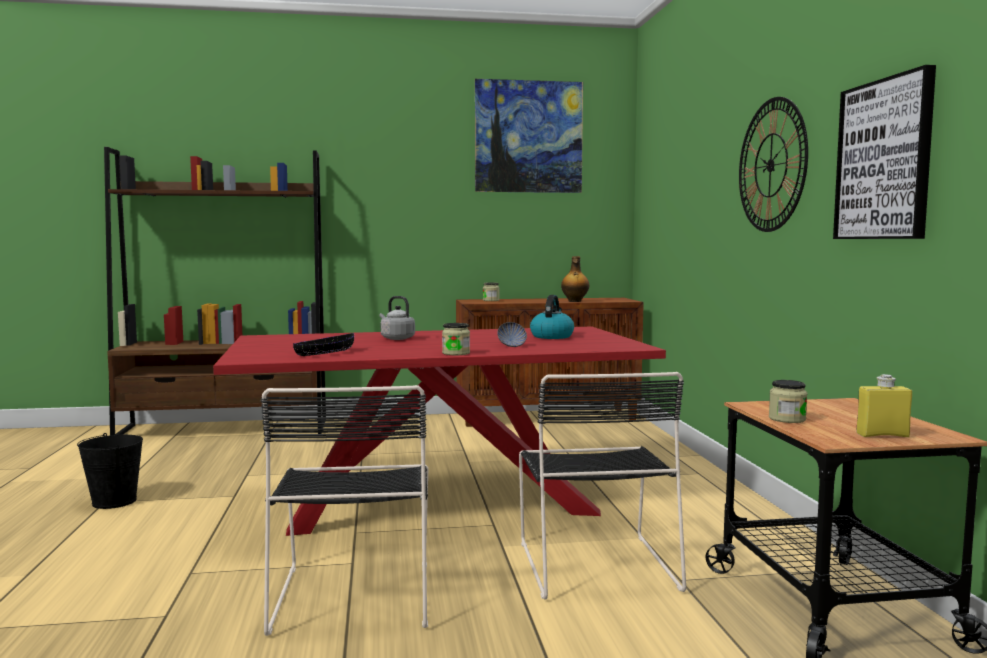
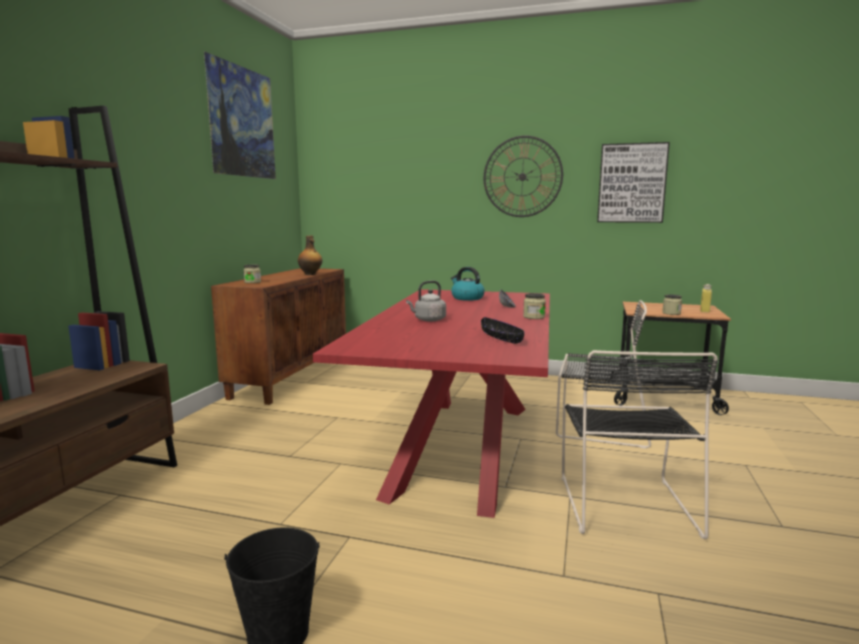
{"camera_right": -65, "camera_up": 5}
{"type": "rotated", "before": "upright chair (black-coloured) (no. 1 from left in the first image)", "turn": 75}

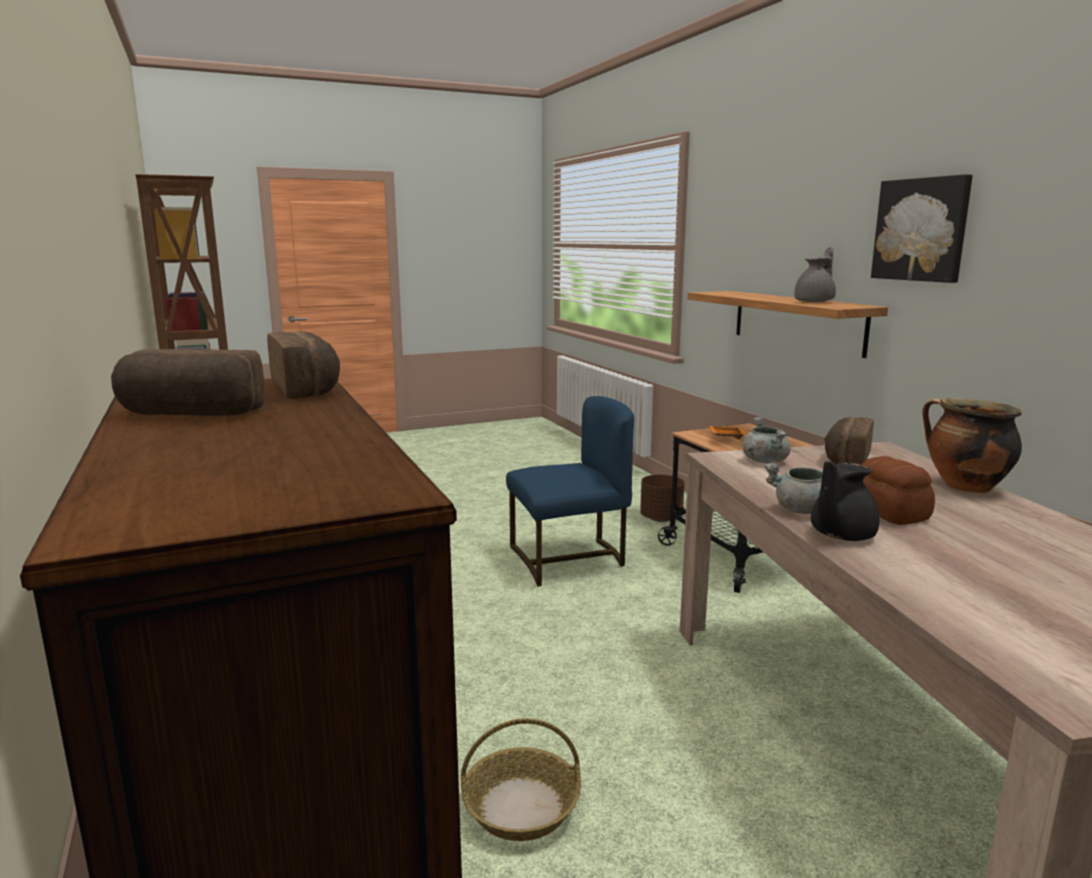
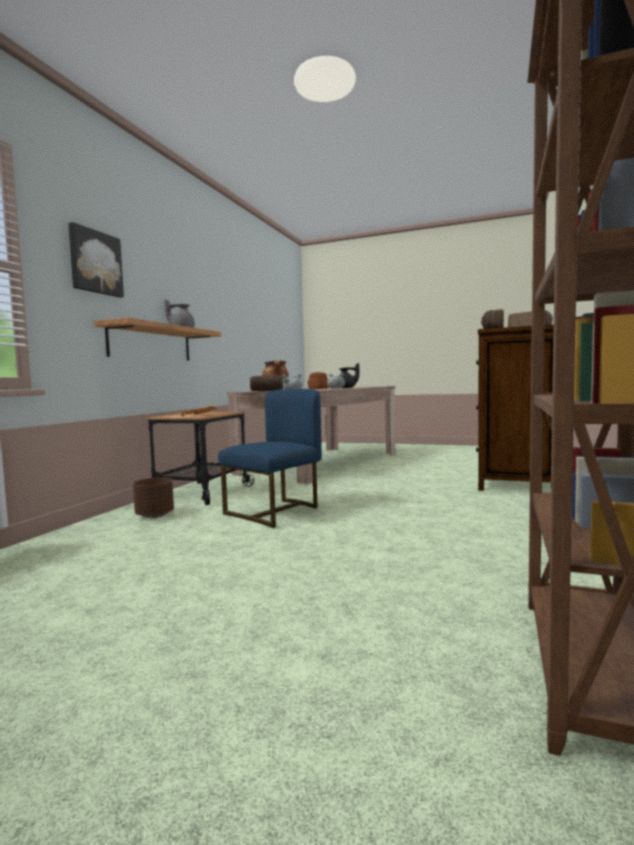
{"camera_right": -135, "camera_up": -10}
{"type": "shifted", "before": "wall art"}
{"type": "rotated", "before": "upright chair (bluish)", "turn": 105}
{"type": "gone", "before": "household basket"}

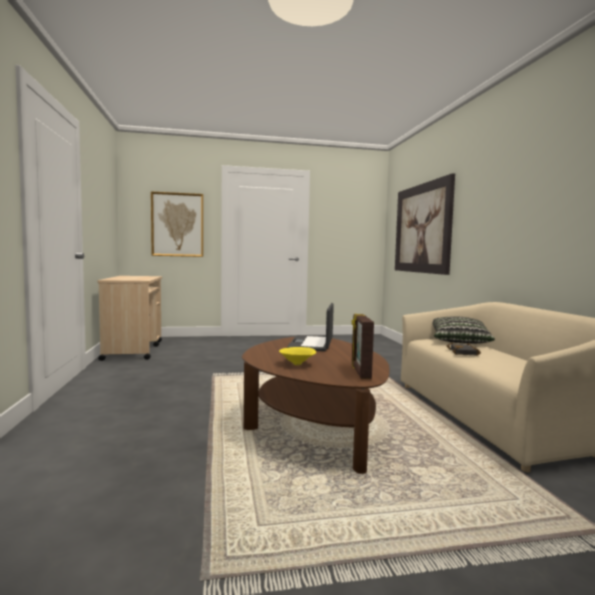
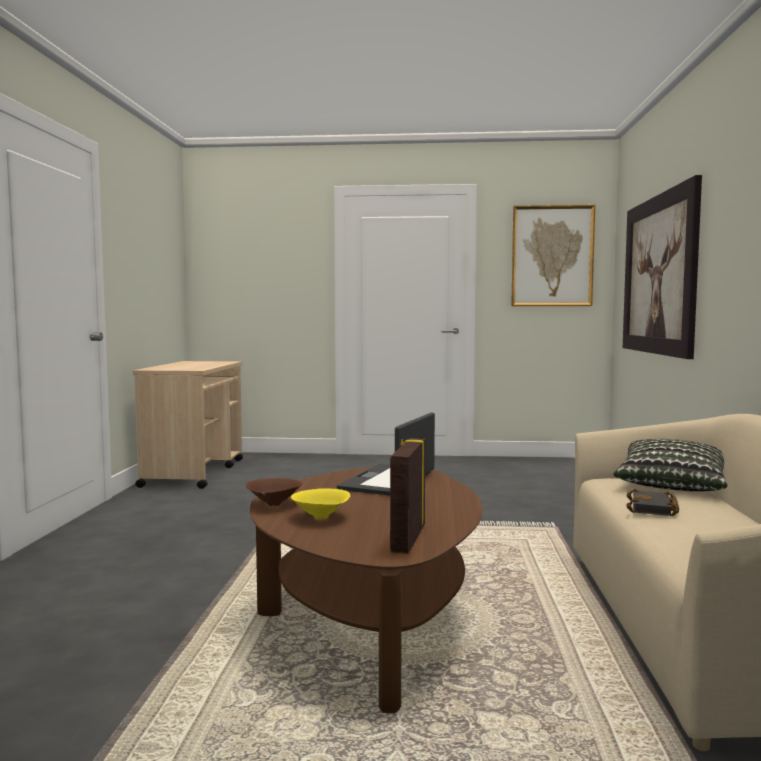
{"camera_right": 15, "camera_up": 0}
{"type": "shifted", "before": "wall art (no. 1 from left)"}
{"type": "new", "after": "deep dish (brownish)"}

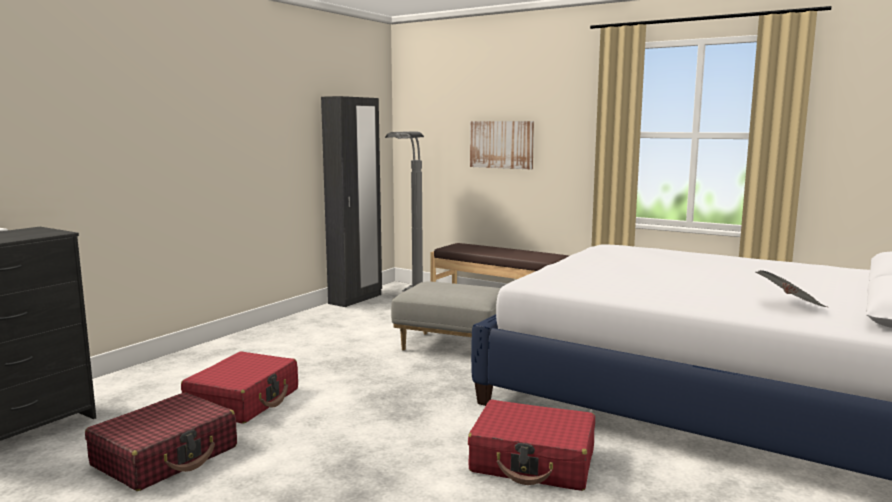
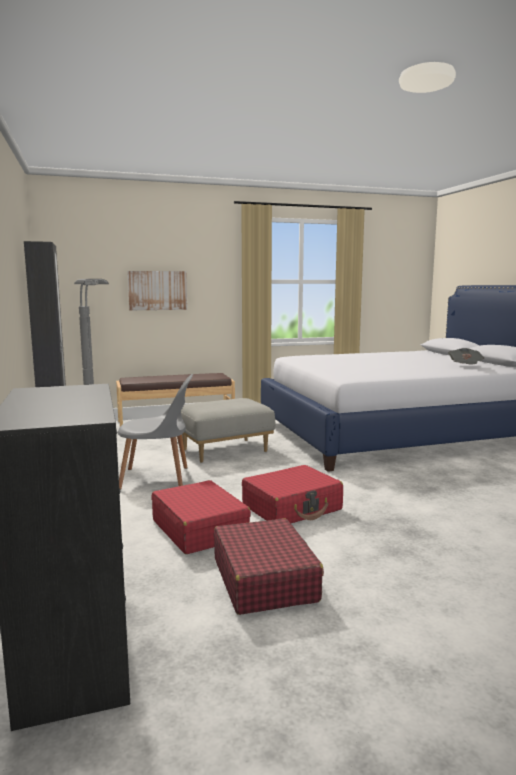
{"camera_right": -50, "camera_up": 0}
{"type": "shifted", "before": "travel case (red-coloured) (no. 3 from left)"}
{"type": "new", "after": "upright chair (gray)"}

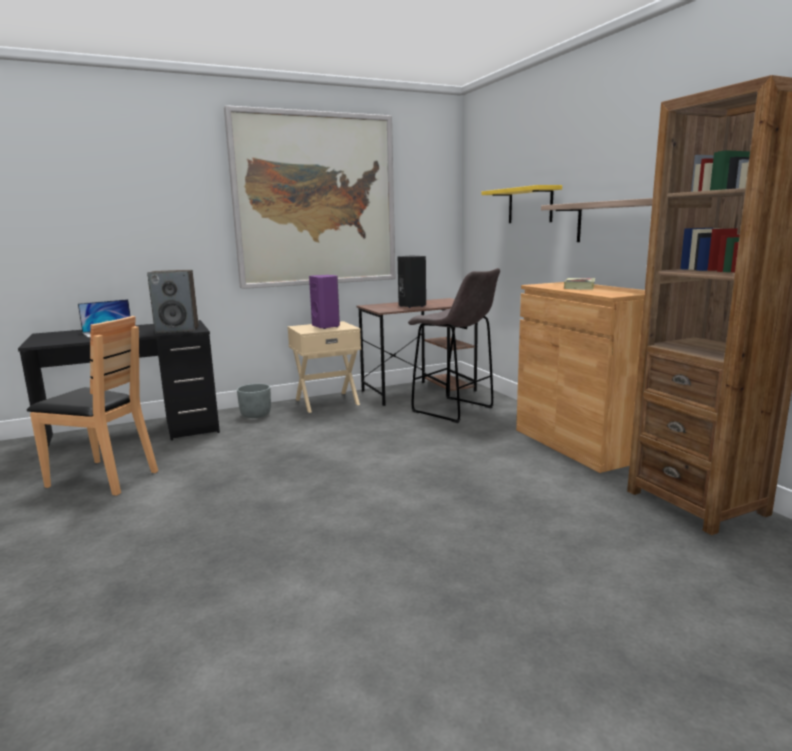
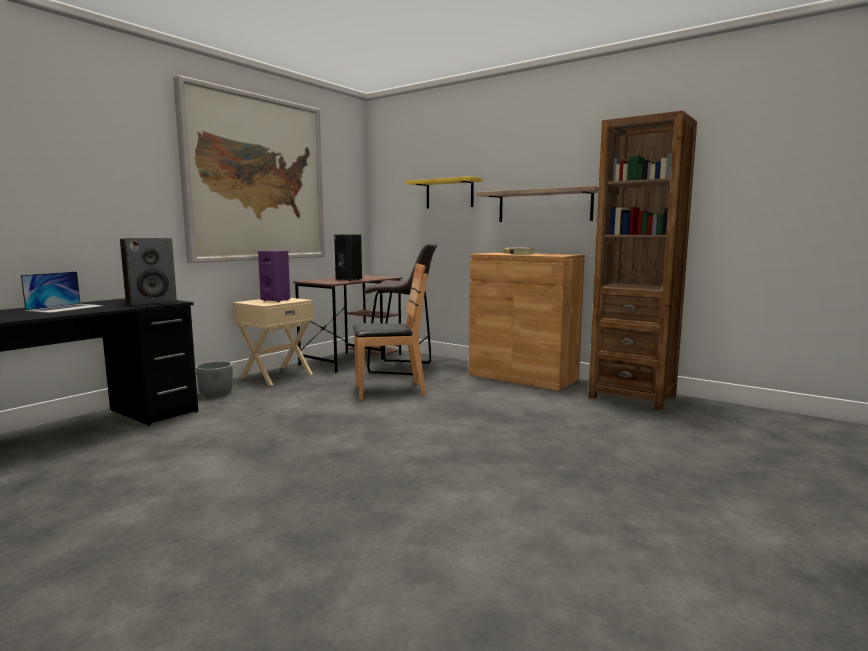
{"camera_right": -30, "camera_up": -5}
{"type": "shifted", "before": "upright chair (brownish)"}

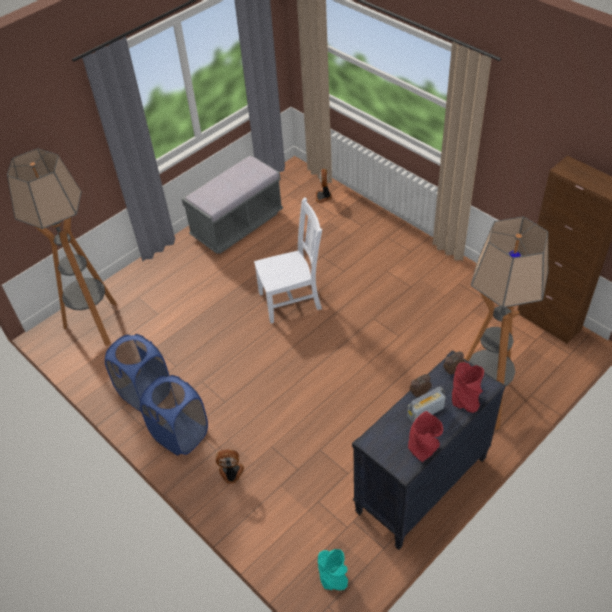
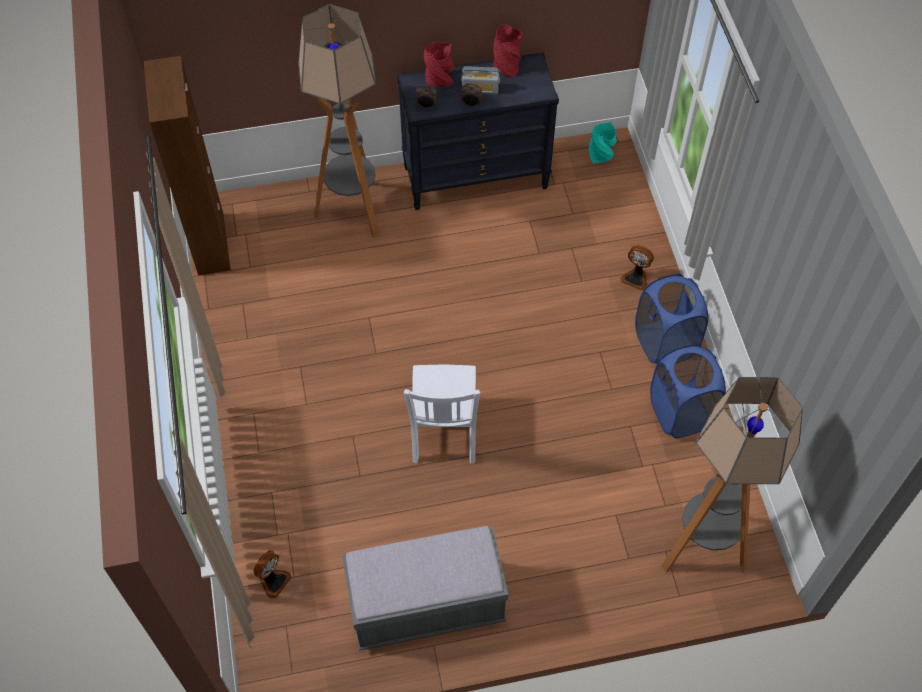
{"camera_right": -150, "camera_up": 10}
{"type": "rotated", "before": "upright chair (white-coloured)", "turn": -105}

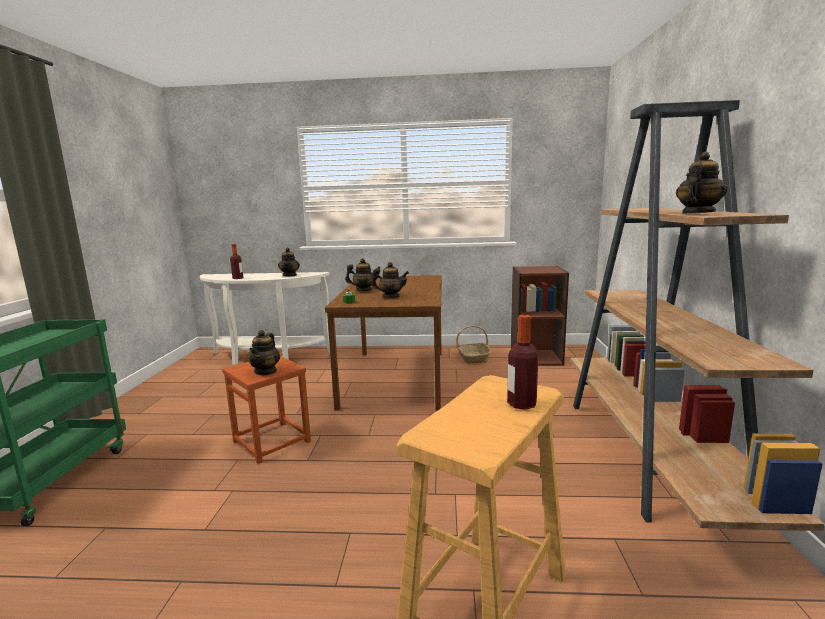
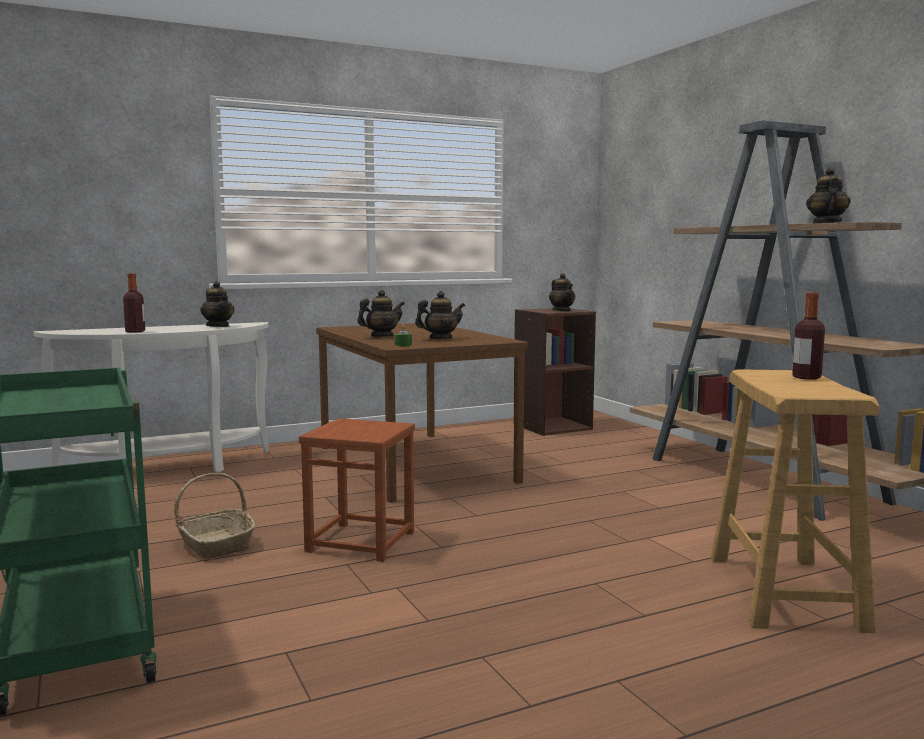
{"camera_right": -30, "camera_up": -5}
{"type": "shifted", "before": "household basket"}
{"type": "shifted", "before": "tea pot (no. 1 from left in the first image)", "after": "tea pot (no. 4 from left)"}

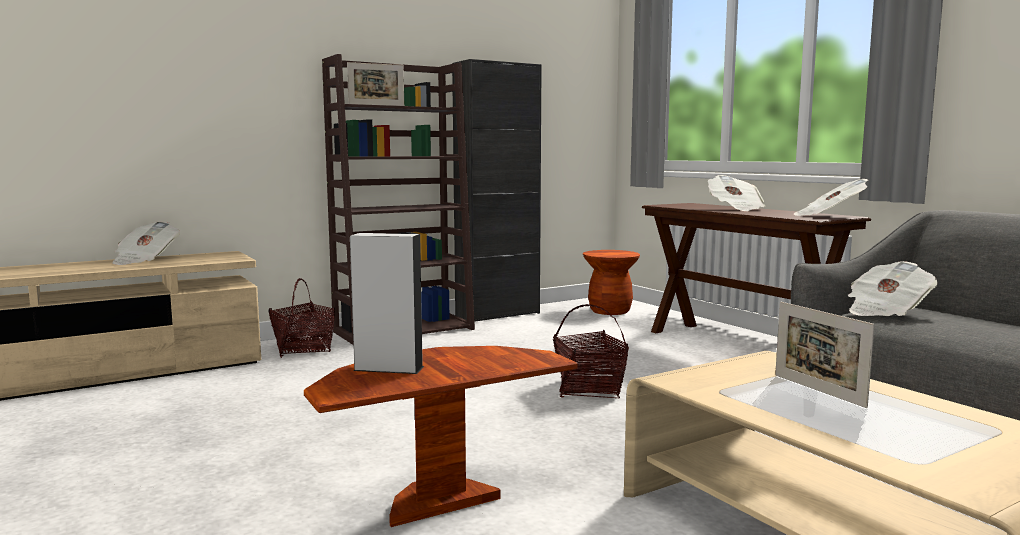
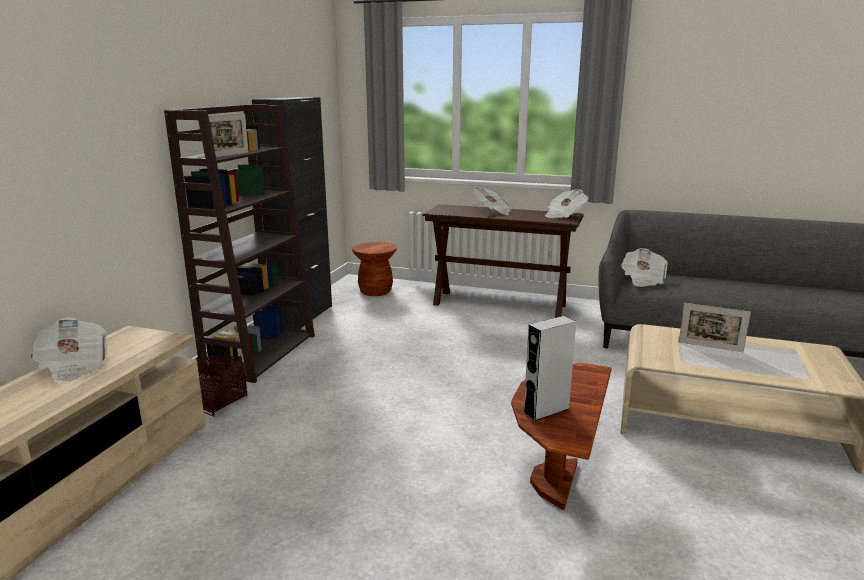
{"camera_right": -40, "camera_up": 10}
{"type": "gone", "before": "household basket (no. 2 from left)"}

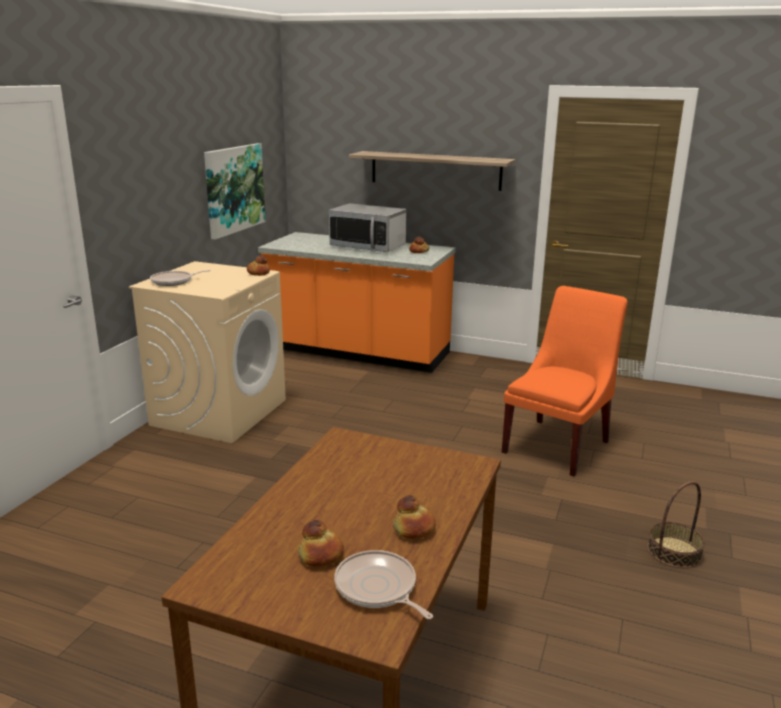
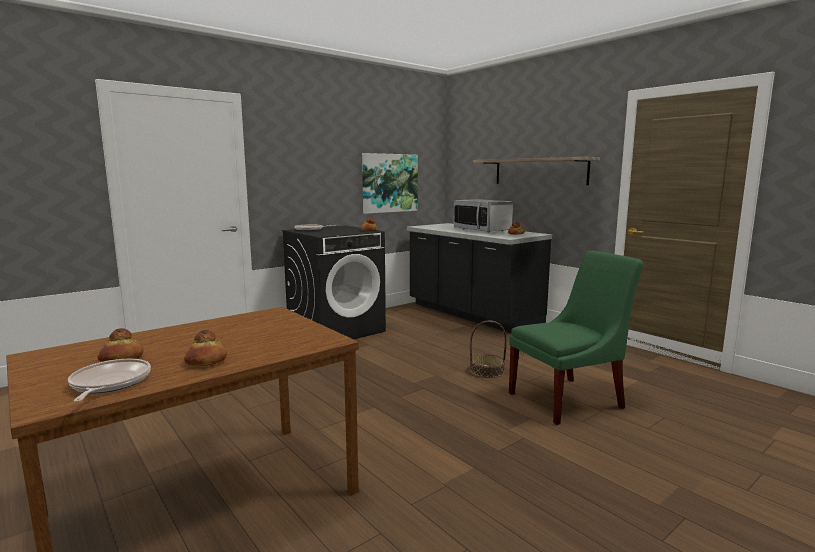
{"camera_right": 30, "camera_up": -10}
{"type": "repainted", "before": "kitchen base unit (orangey)", "after": "kitchen base unit (black-coloured)"}
{"type": "repainted", "before": "washing machine (sand-coloured)", "after": "washing machine (black-coloured)"}
{"type": "repainted", "before": "upright chair (orangey)", "after": "upright chair (green-coloured)"}
{"type": "shifted", "before": "household basket"}

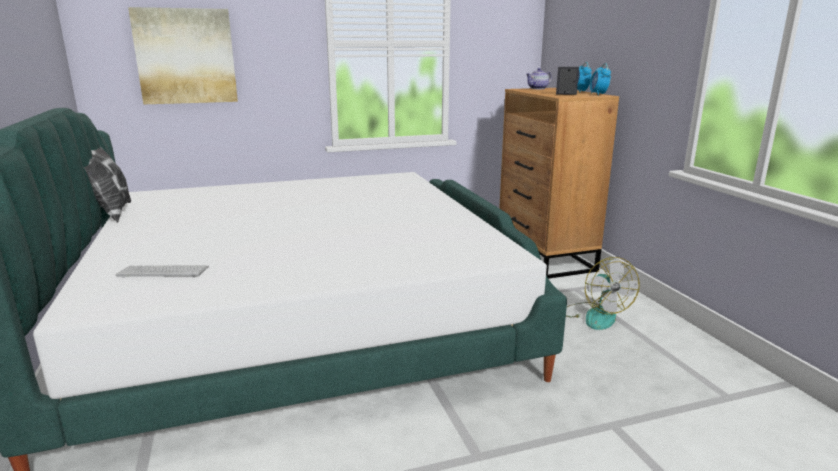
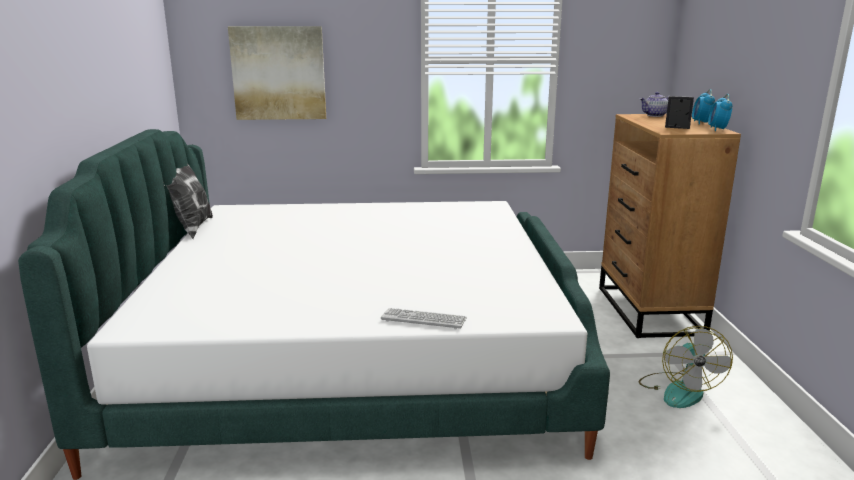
{"camera_right": 15, "camera_up": 0}
{"type": "shifted", "before": "computer keyboard"}

